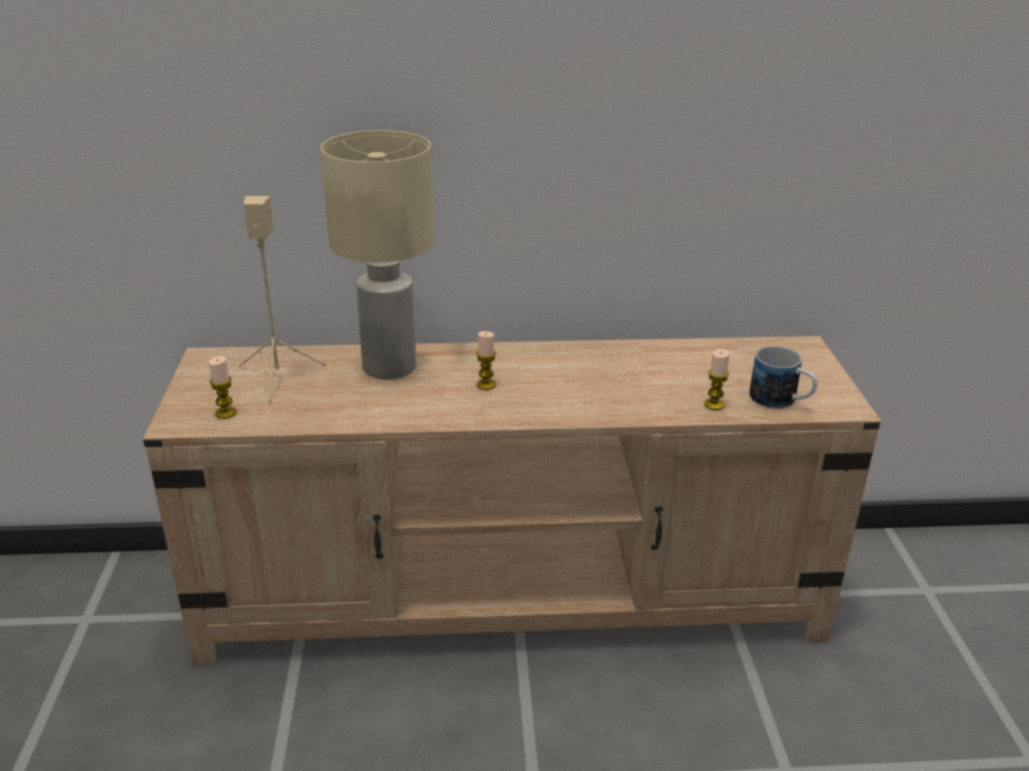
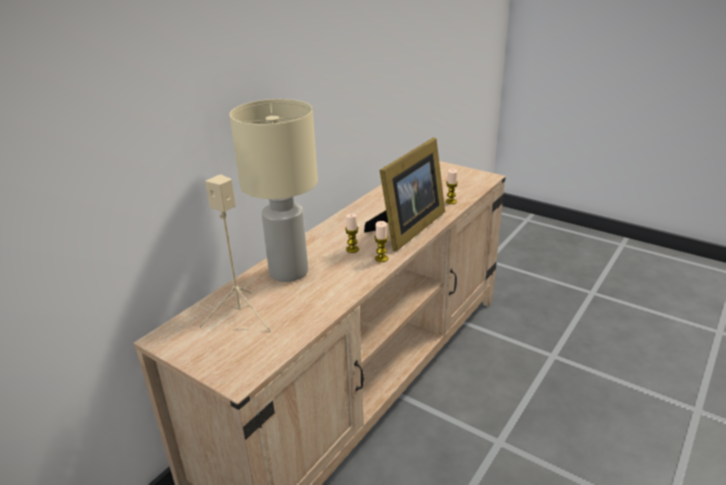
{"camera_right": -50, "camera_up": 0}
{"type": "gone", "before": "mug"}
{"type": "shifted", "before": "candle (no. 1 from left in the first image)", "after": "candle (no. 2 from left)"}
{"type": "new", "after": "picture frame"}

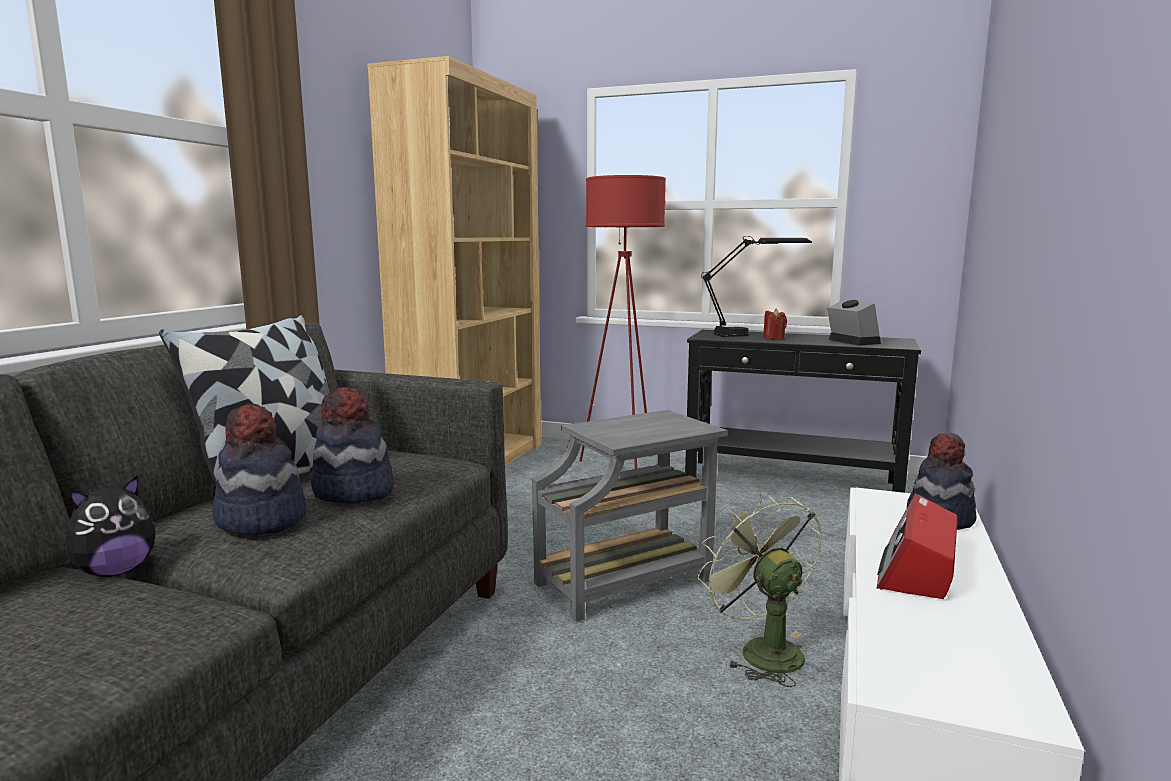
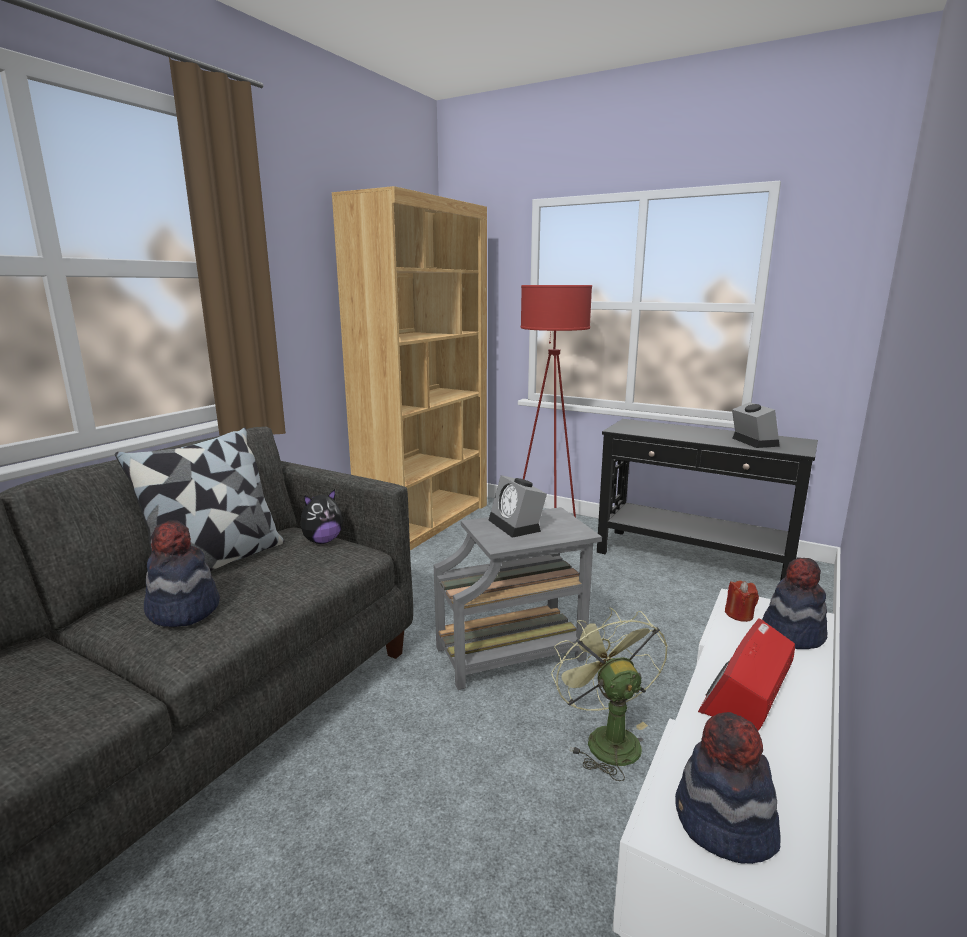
{"camera_right": 10, "camera_up": 5}
{"type": "gone", "before": "tabletop lamp (black-coloured)"}
{"type": "shifted", "before": "candle (red-coloured)"}
{"type": "shifted", "before": "hat (no. 2 from left)"}
{"type": "shifted", "before": "soft toy"}
{"type": "new", "after": "alarm clock (no. 1 from left)"}

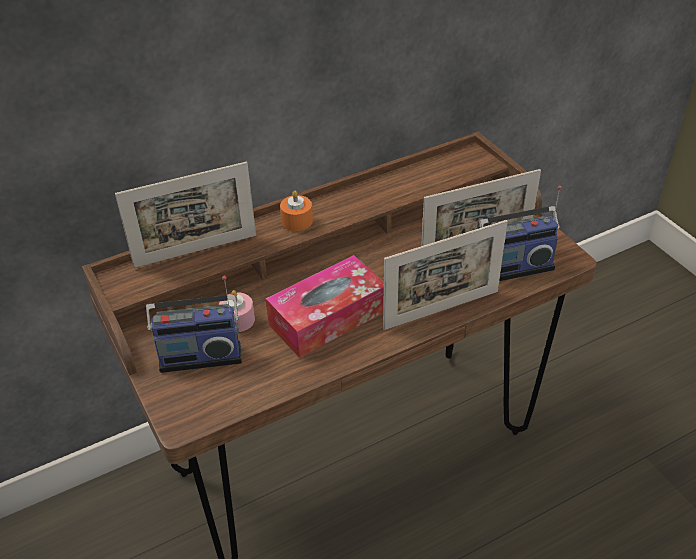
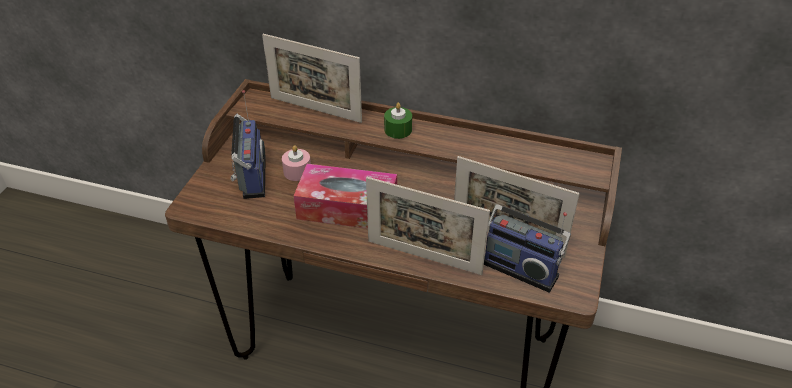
{"camera_right": 45, "camera_up": 0}
{"type": "repainted", "before": "candle (orangey)", "after": "candle (green-coloured)"}
{"type": "rotated", "before": "radio receiver (no. 1 from left)", "turn": -135}

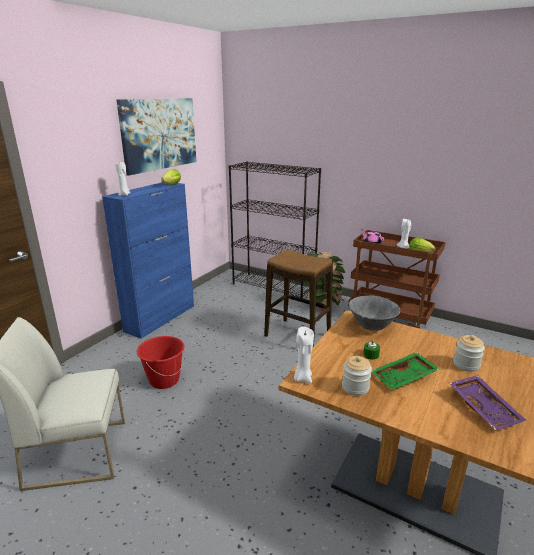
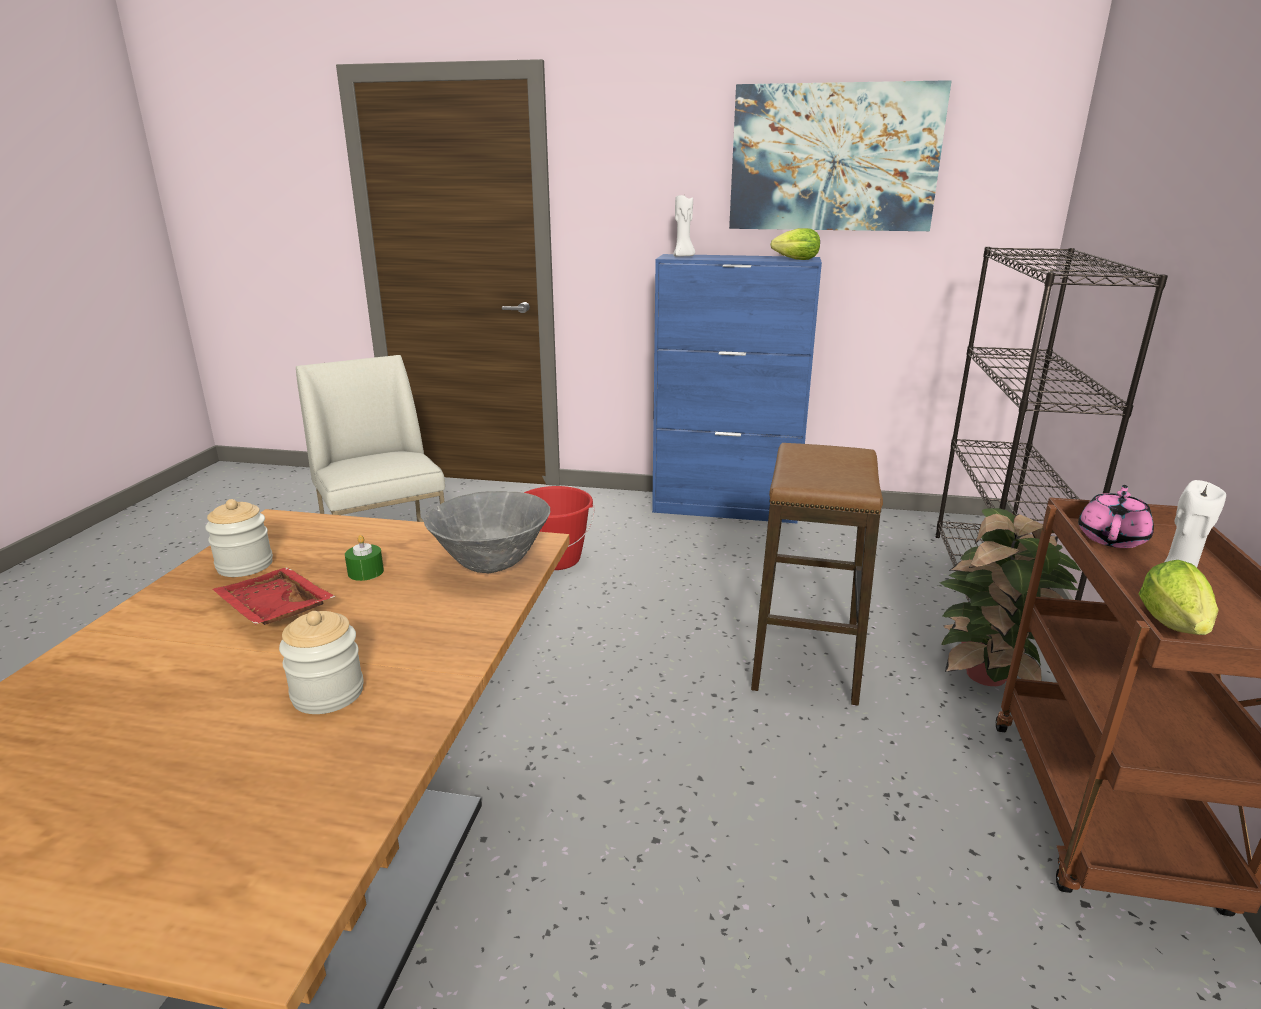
{"camera_right": 70, "camera_up": 0}
{"type": "gone", "before": "candle (white-coloured) (no. 2 from left)"}
{"type": "repainted", "before": "carrying tray (green-coloured)", "after": "carrying tray (red-coloured)"}
{"type": "gone", "before": "carrying tray (purple-coloured)"}

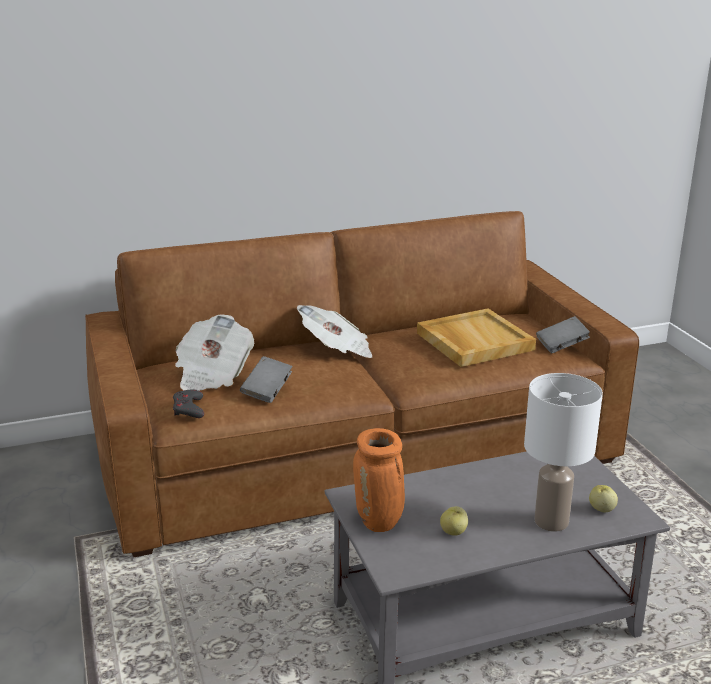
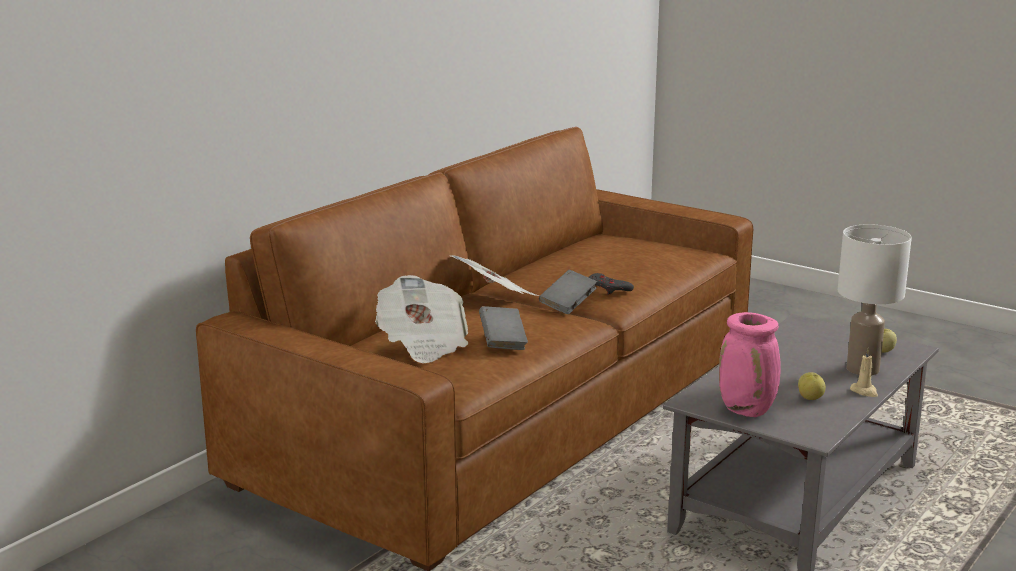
{"camera_right": -35, "camera_up": -5}
{"type": "gone", "before": "carrying tray (sand-coloured)"}
{"type": "shifted", "before": "book (gray) (no. 2 from left)"}
{"type": "shifted", "before": "game controller (gray)"}
{"type": "repainted", "before": "flower vase (orangey)", "after": "flower vase (pink)"}
{"type": "new", "after": "candle (sand-coloured)"}

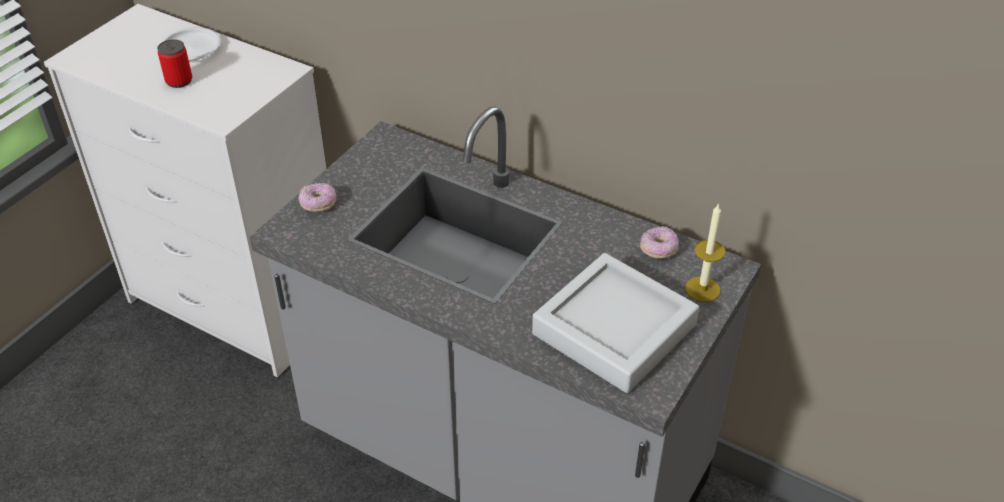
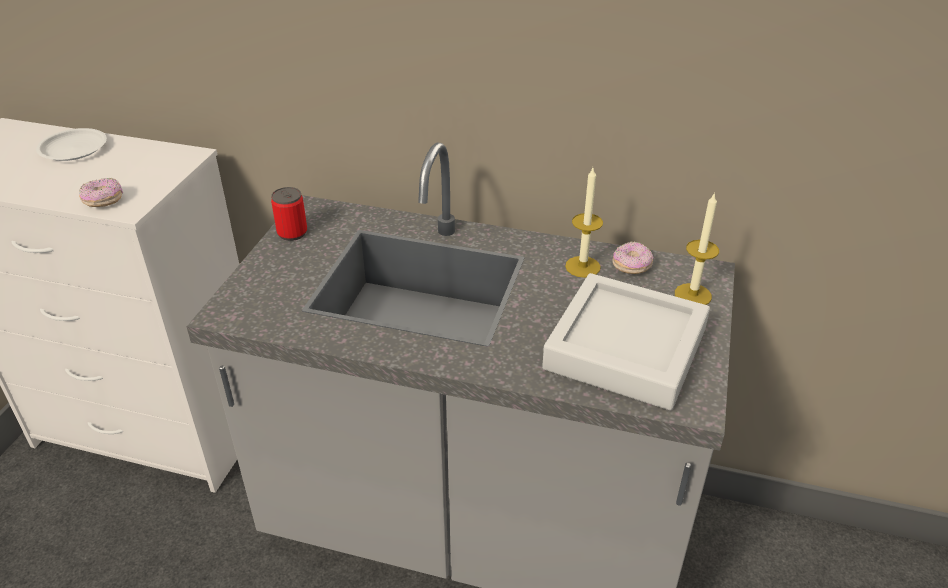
{"camera_right": -15, "camera_up": -5}
{"type": "shifted", "before": "metal can"}
{"type": "shifted", "before": "ring doughnut (no. 1 from left)"}
{"type": "new", "after": "candle (no. 1 from left)"}

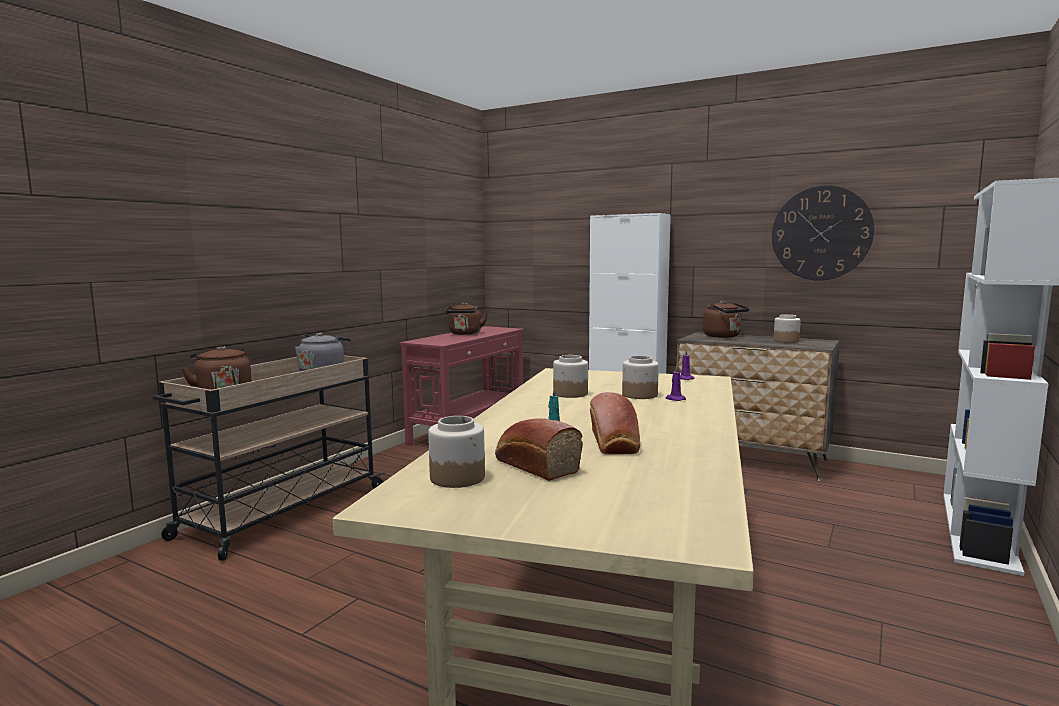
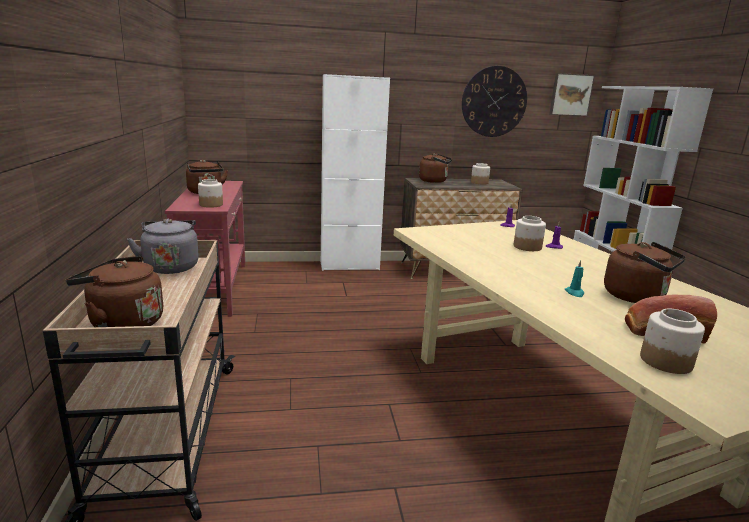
{"camera_right": -40, "camera_up": 10}
{"type": "shifted", "before": "preserve jar (no. 2 from left in the first image)", "after": "preserve jar (no. 1 from left)"}
{"type": "swapped", "before": "bakery bread (no. 2 from left)", "after": "kettle (brownish) (no. 4 from left)"}
{"type": "new", "after": "wall art"}

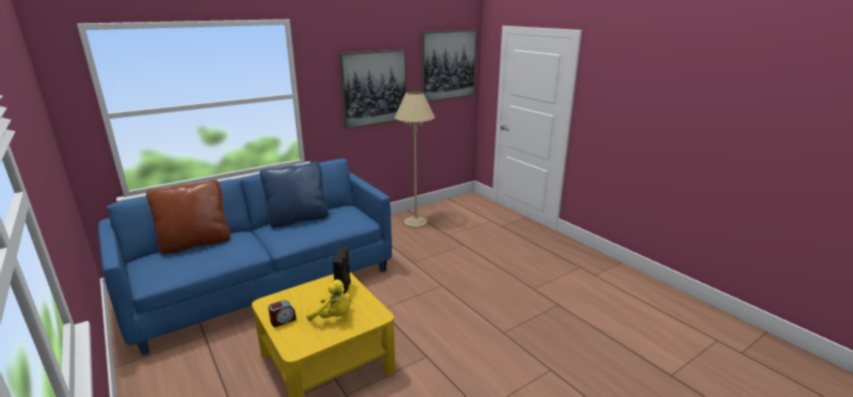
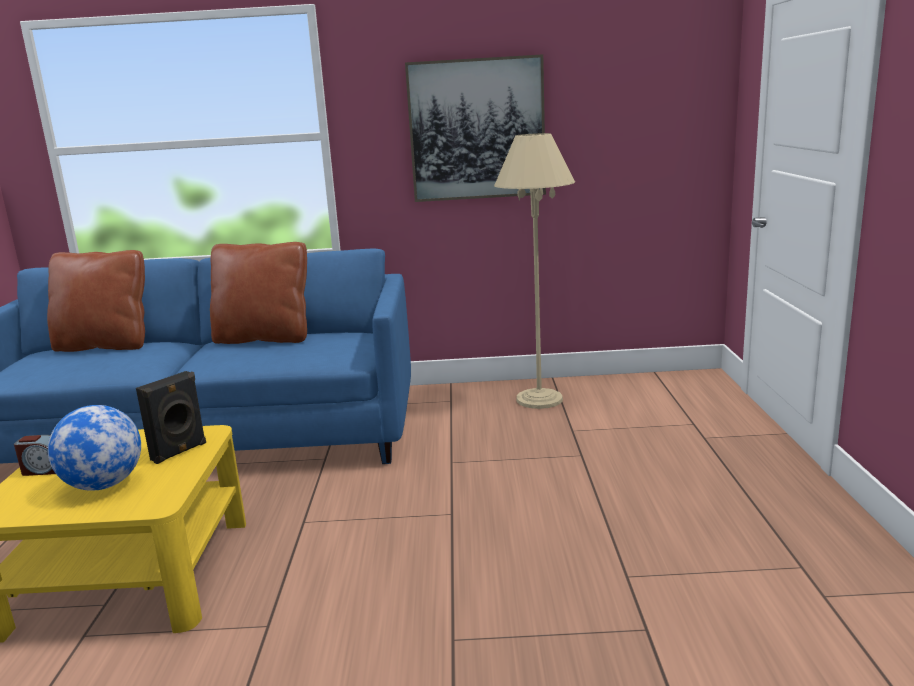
{"camera_right": 35, "camera_up": -5}
{"type": "gone", "before": "wall art (no. 2 from left)"}
{"type": "repainted", "before": "throw pillow (bluish)", "after": "throw pillow (brownish) (no. 2 from left)"}
{"type": "swapped", "before": "soft toy (yellowish)", "after": "world globe"}

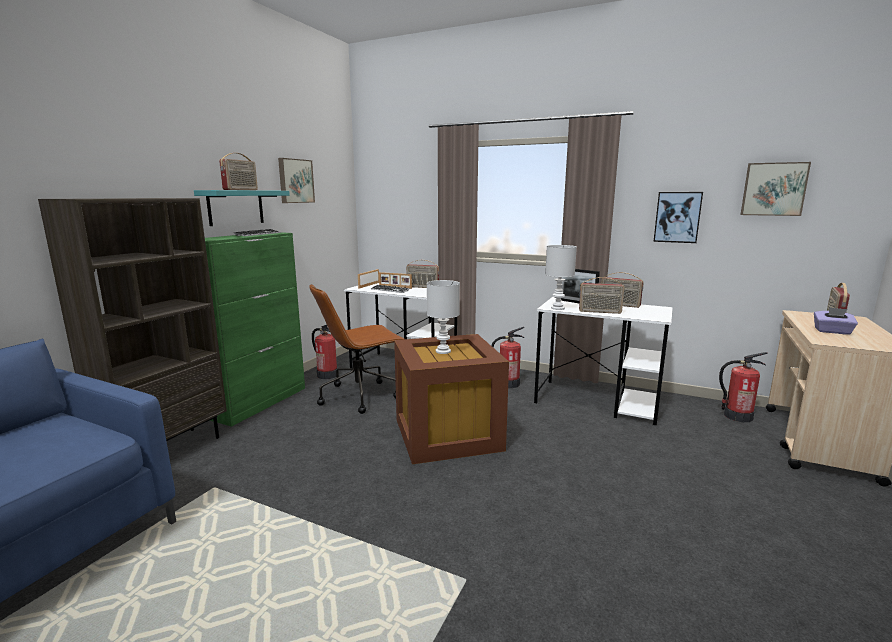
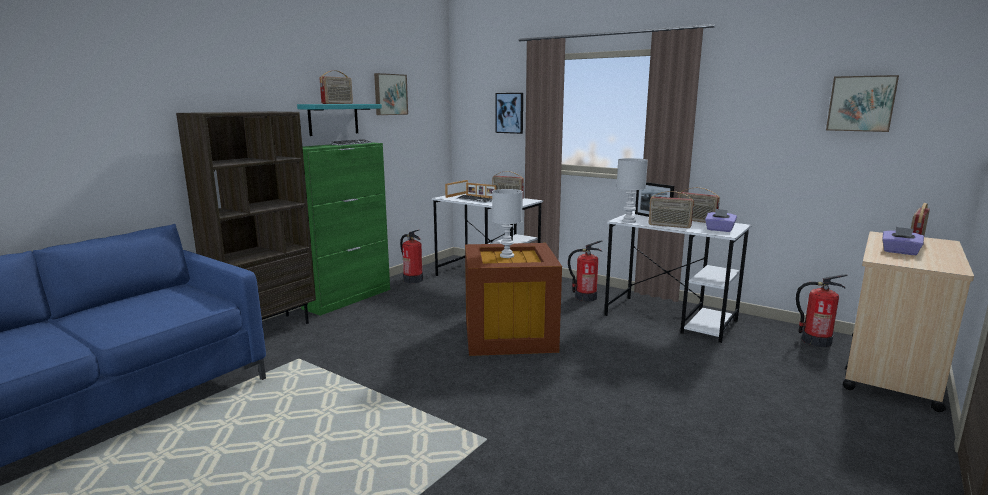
{"camera_right": 10, "camera_up": 0}
{"type": "shifted", "before": "wall art (no. 2 from left)"}
{"type": "gone", "before": "desk chair (brownish)"}
{"type": "new", "after": "tissue holder (purple-coloured) (no. 1 from left)"}

